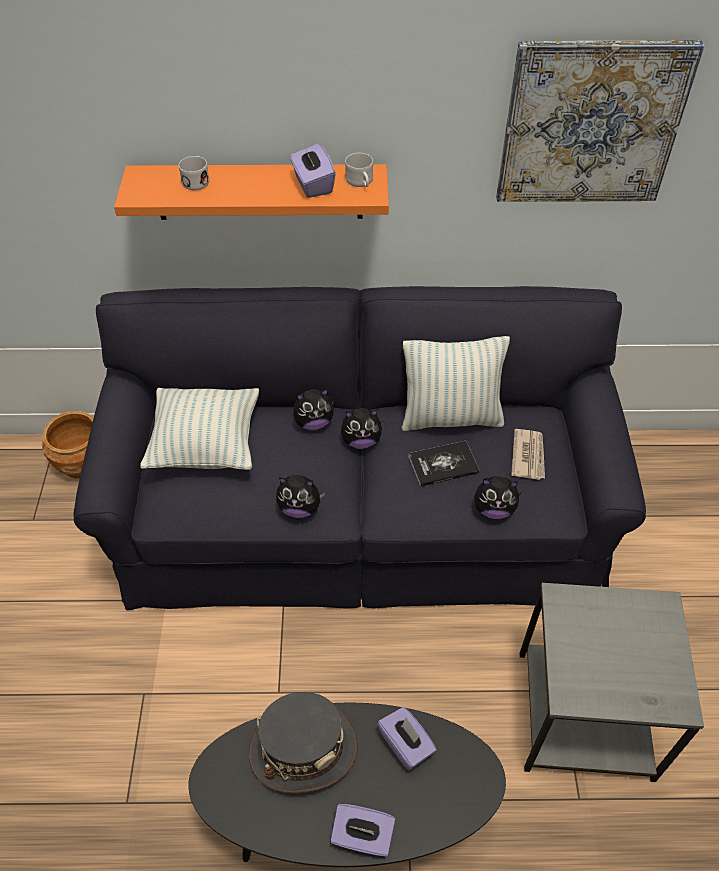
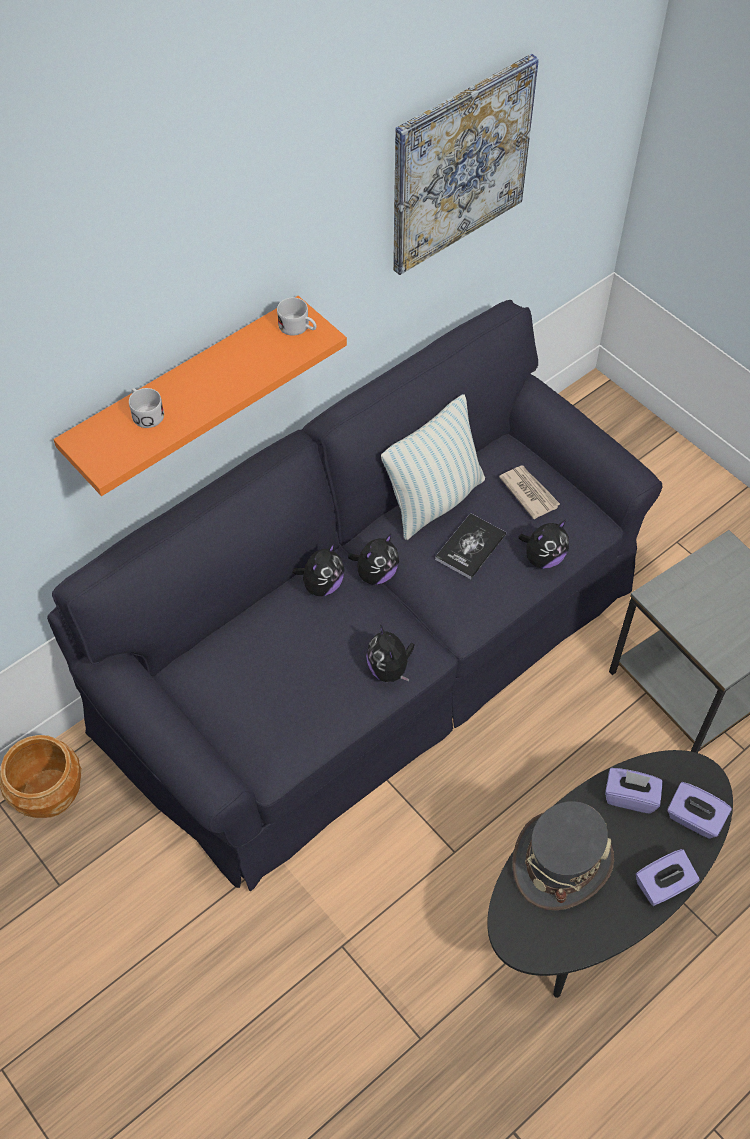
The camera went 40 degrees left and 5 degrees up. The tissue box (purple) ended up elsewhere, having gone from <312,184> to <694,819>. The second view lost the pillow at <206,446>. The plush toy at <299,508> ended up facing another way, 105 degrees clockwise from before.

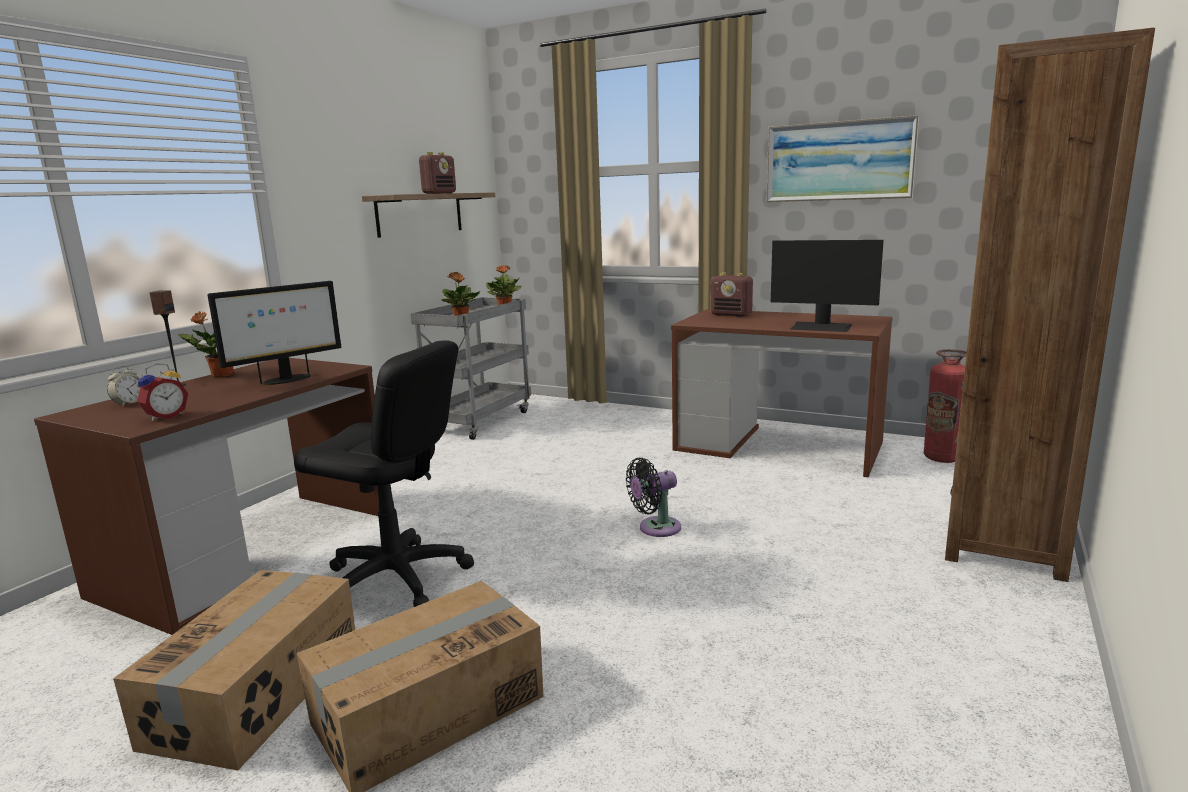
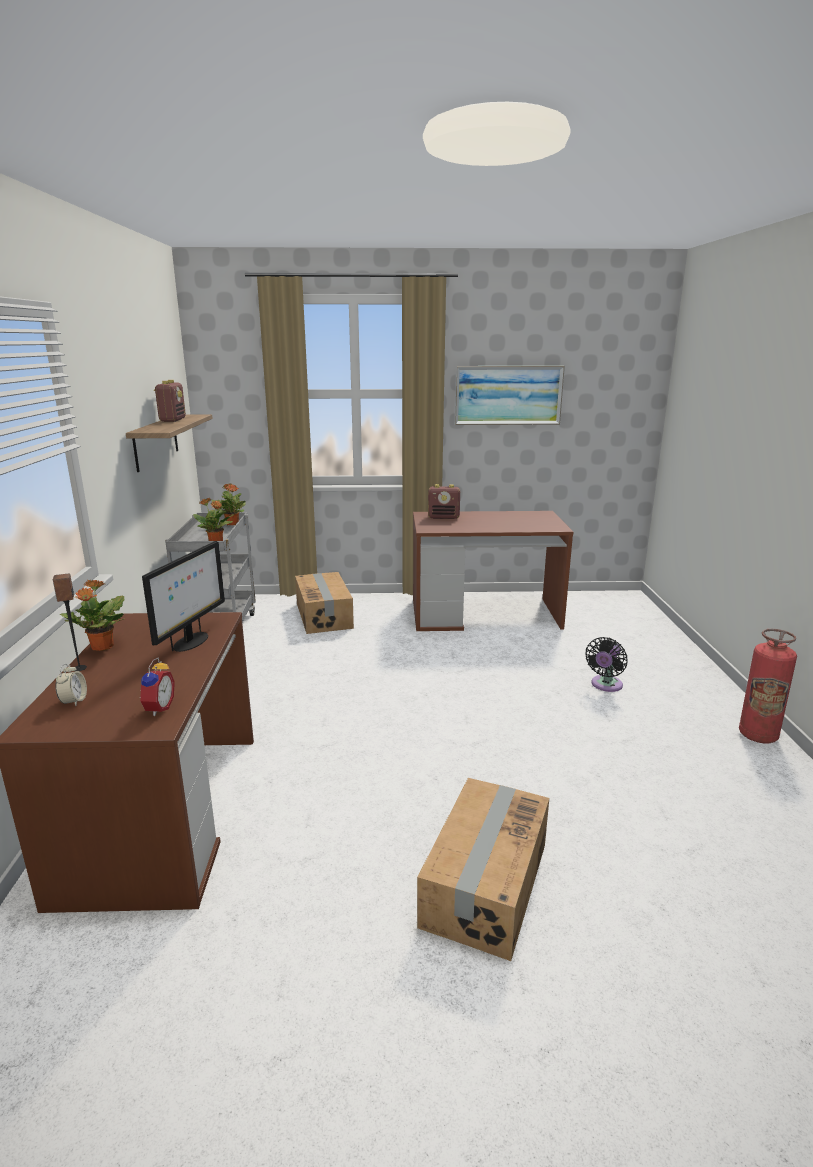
The camera went 30 degrees left and 5 degrees up. The second view lost the bookcase (brown) at <1003,543>. The second view lost the monitor at <821,327>. The second view lost the office chair (black) at <395,579>. The fire extinguisher ended up elsewhere, having gone from <942,458> to <758,735>. The fan (black) ended up elsewhere, having gone from <655,528> to <605,685>. The cardboard box ended up elsewhere, having gone from <258,691> to <324,615>.

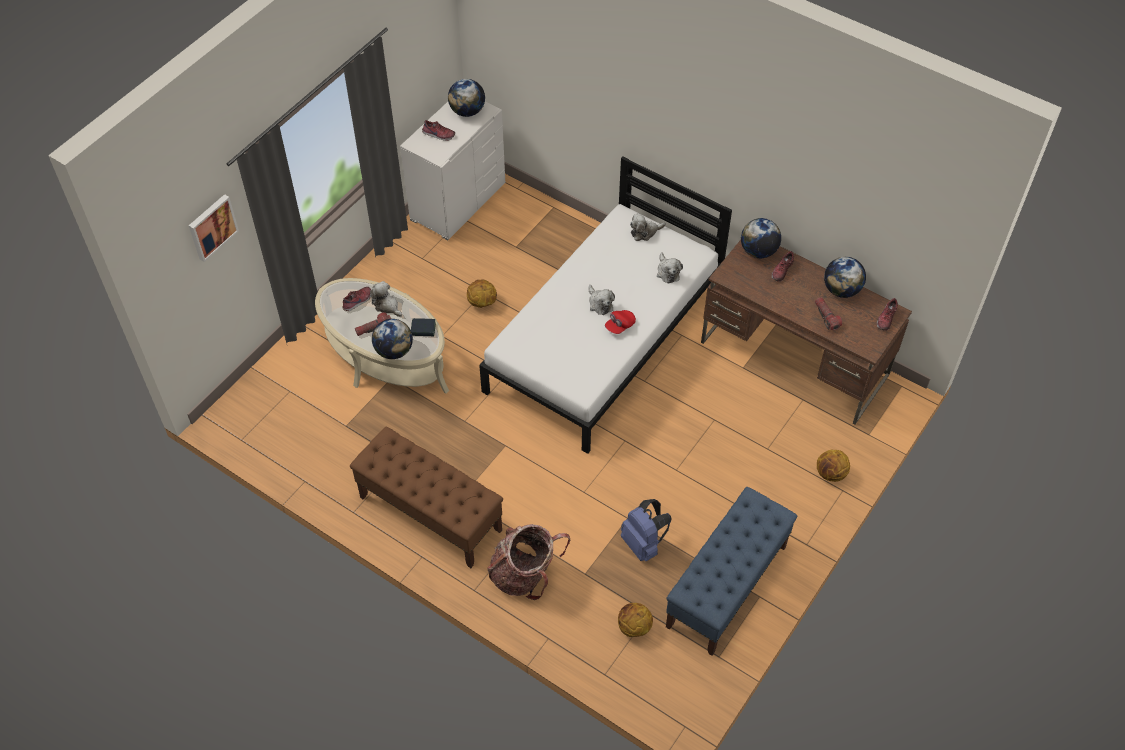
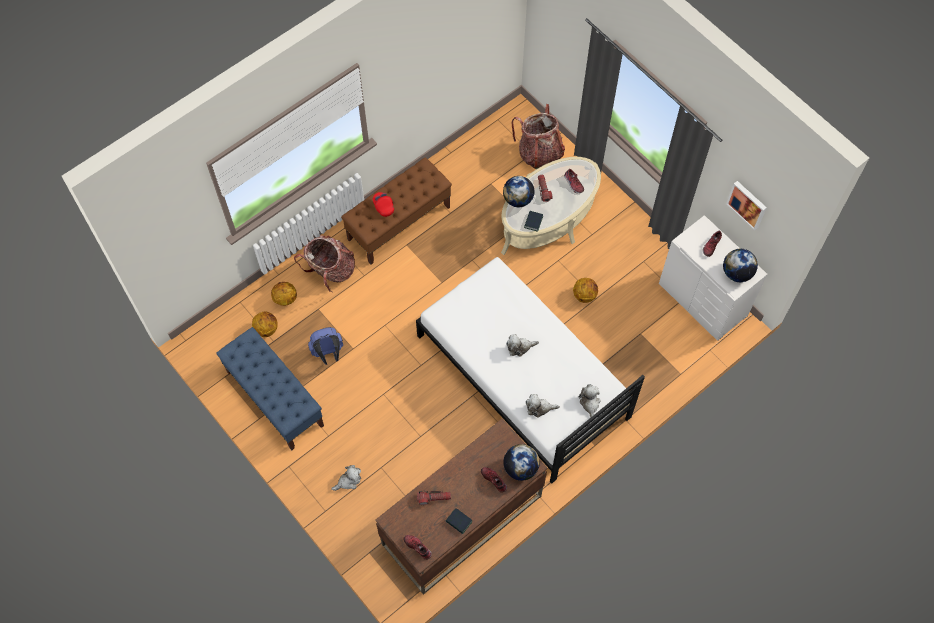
The camera went 105 degrees right and 10 degrees up. The picture ended up elsewhere, having gone from <212,226> to <747,204>. Where the globe stood at <841,290>, the book came to stand at <459,522>. The plush toy ended up elsewhere, having gone from <387,305> to <348,481>. The cap (red) ended up elsewhere, having gone from <620,326> to <383,206>. The basketball ended up elsewhere, having gone from <830,474> to <285,299>. The second view gained the backpack at <539,153>.

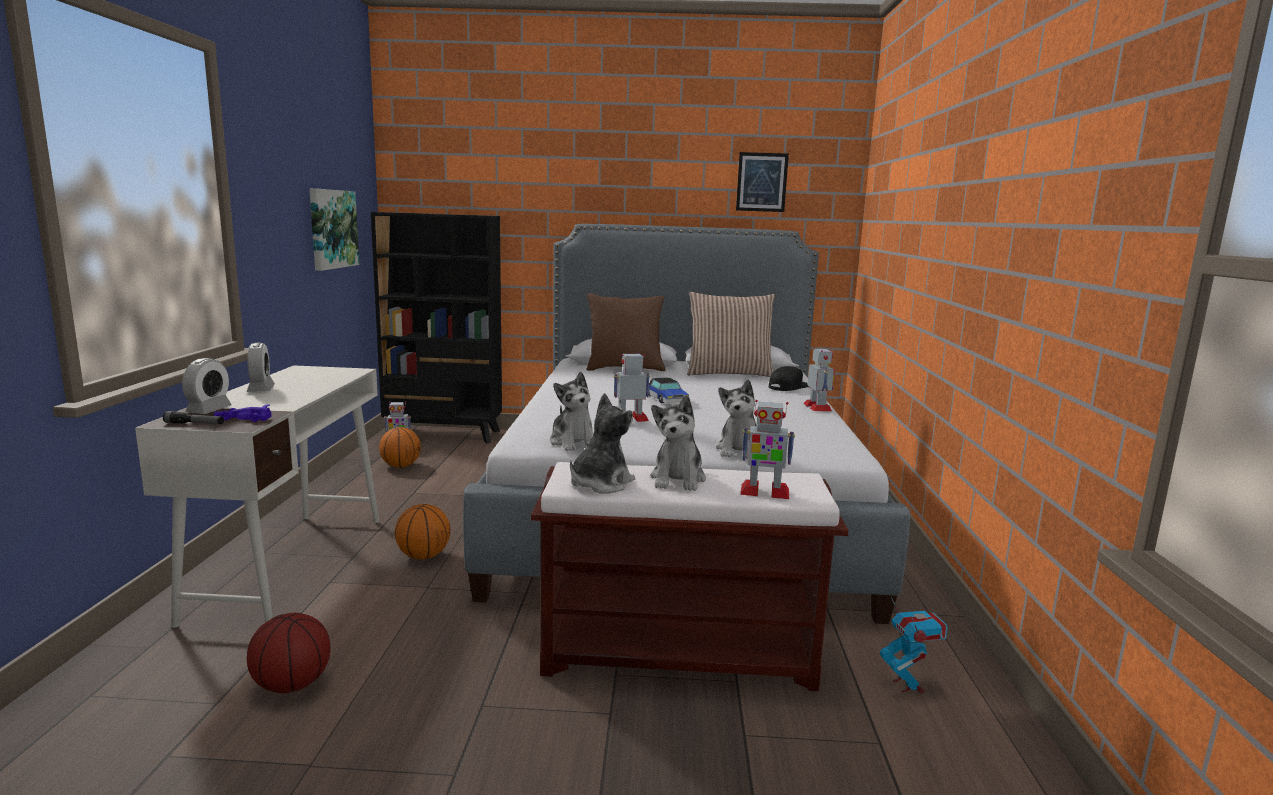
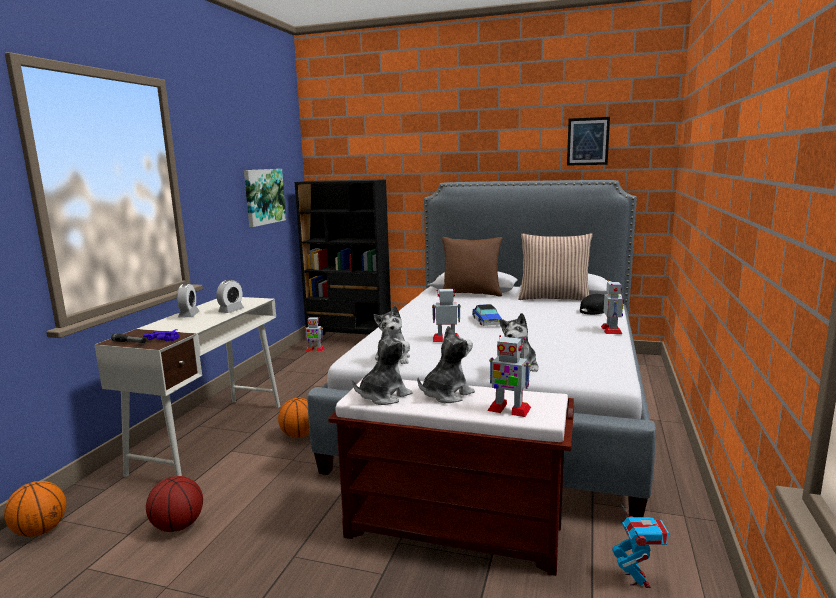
The camera went 15 degrees right and 0 degrees up. The alarm clock ended up elsewhere, having gone from <209,410> to <231,310>. The plush toy at <678,479> ended up facing another way, 150 degrees counterclockwise from before. The basketball ended up elsewhere, having gone from <401,466> to <41,531>.

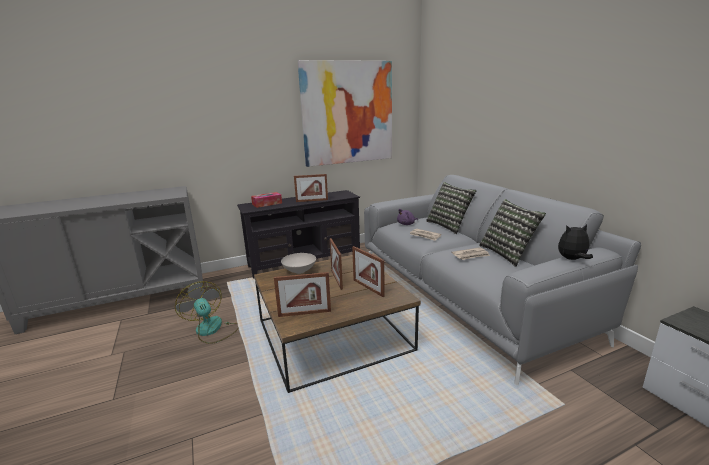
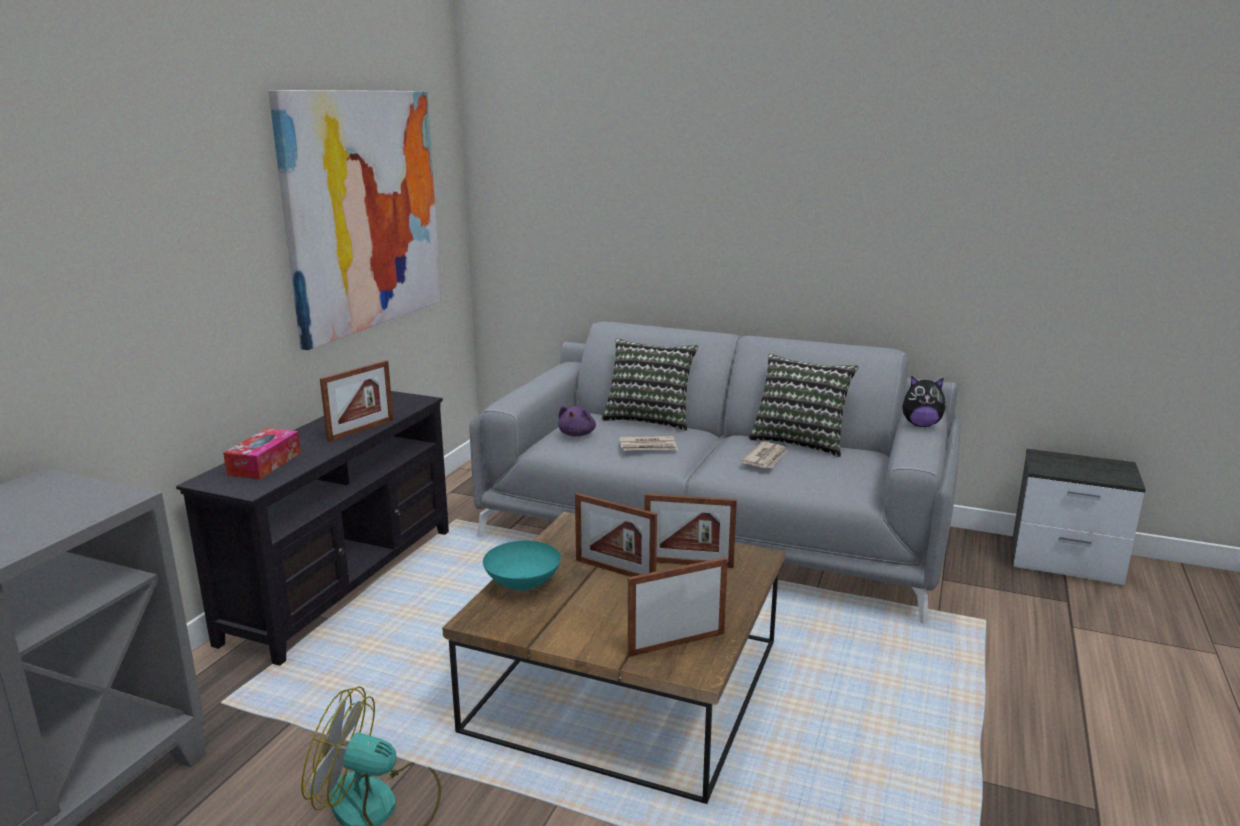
The camera went 45 degrees left and 0 degrees up. The plush toy at <572,259> ended up facing another way, 120 degrees counterclockwise from before. What was the bowl (white) at <299,271> turned into the bowl (turquoise) at <521,584>. The picture frame at <304,313> ended up facing another way, 150 degrees counterclockwise from before.

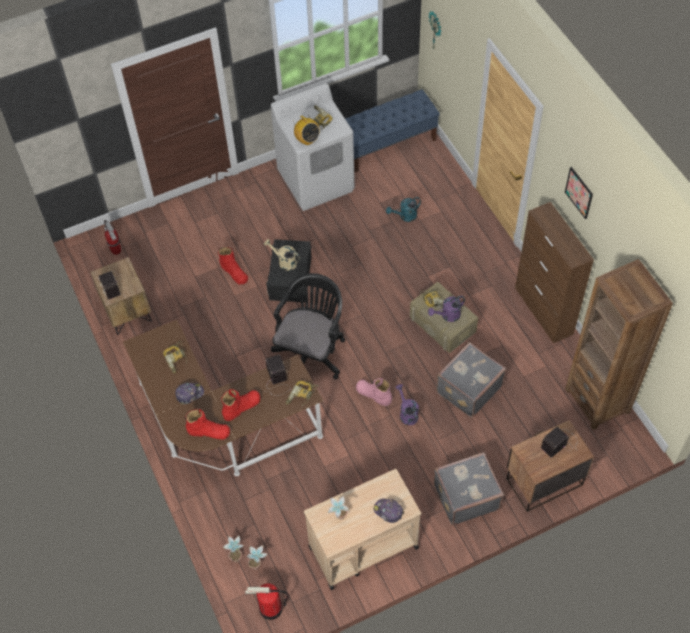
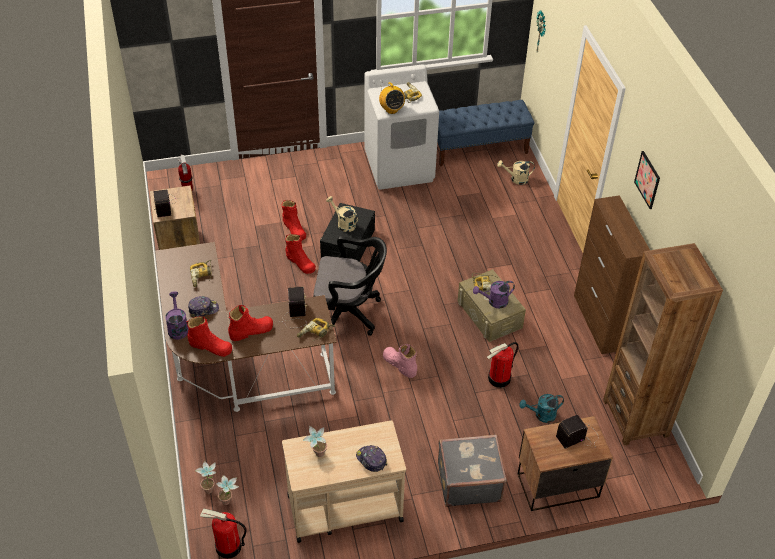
The camera went 10 degrees right and 10 degrees down. The watering can (turquoise) ended up elsewhere, having gone from <405,216> to <541,415>. The office chair (black) at <311,352> ended up facing another way, 60 degrees clockwise from before. Where the suitcase (grey) stood at <468,389>, the fire extinguisher came to stand at <499,379>. The watering can (purple) ended up elsewhere, having gone from <407,413> to <177,327>. The second view gained the watering can (beige) at <516,179>. The second view gained the boot (red) at <300,262>.

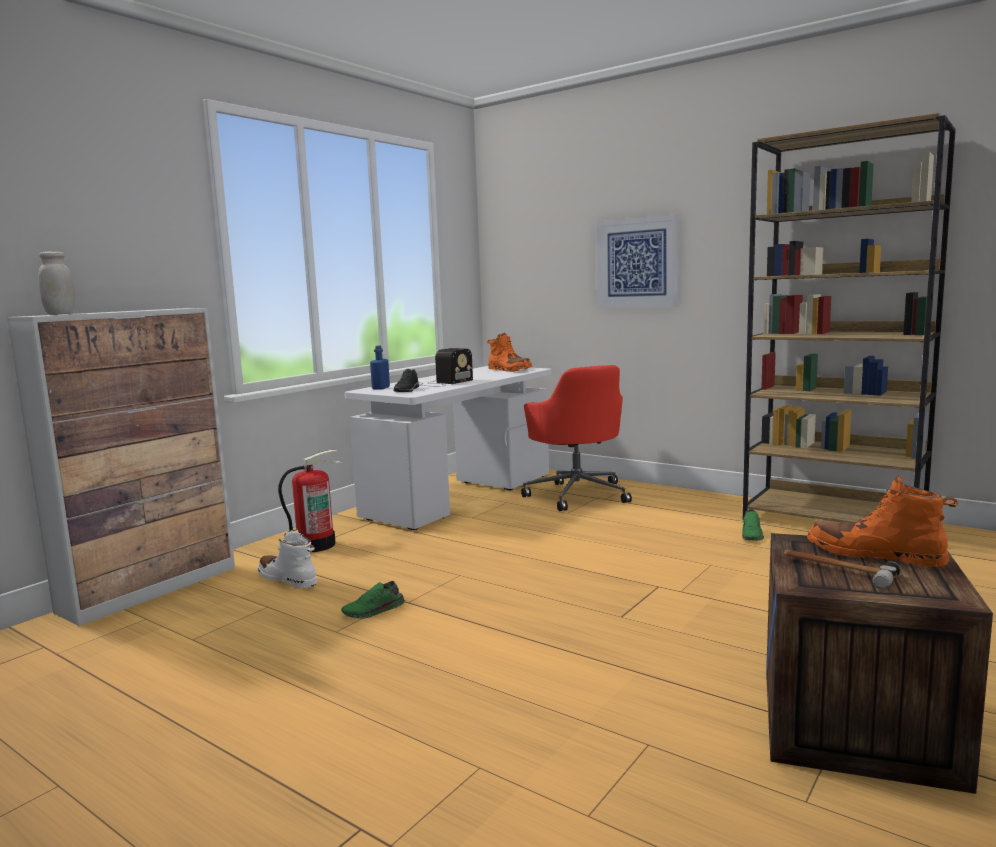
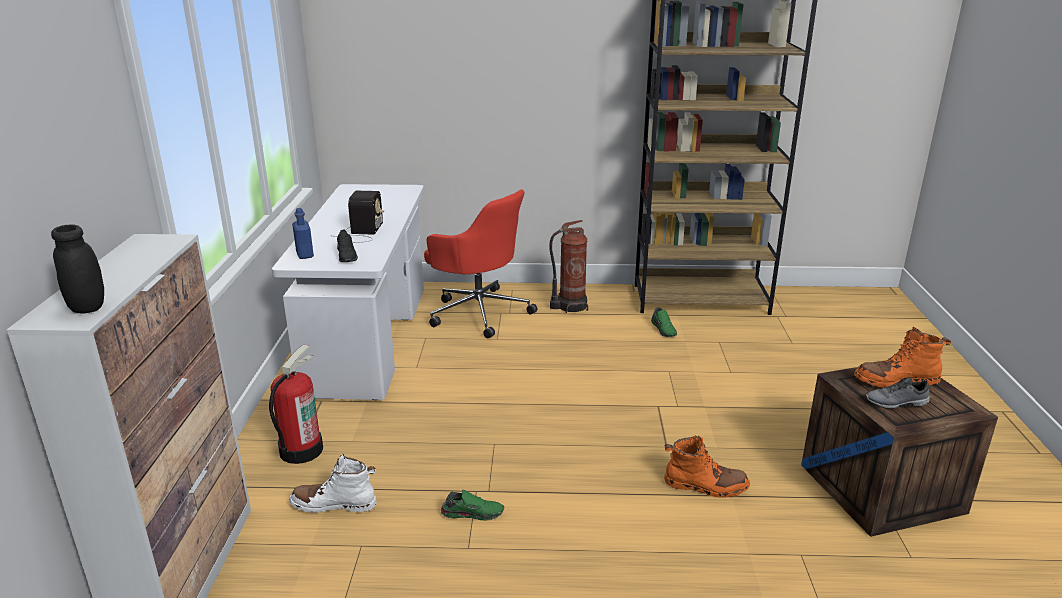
The camera went 35 degrees left and 15 degrees up. The second view lost the picture at <637,263>. What was the jar (white) at <60,314> turned into the jar (black) at <87,307>. The boot (orange) ended up elsewhere, having gone from <509,370> to <705,486>. Where the hammer stood at <837,571>, the shoe (grey) came to stand at <896,403>. The shoe (green) at <374,611> ended up facing another way, 120 degrees counterclockwise from before. The second view gained the fire extinguisher at <570,306>.

